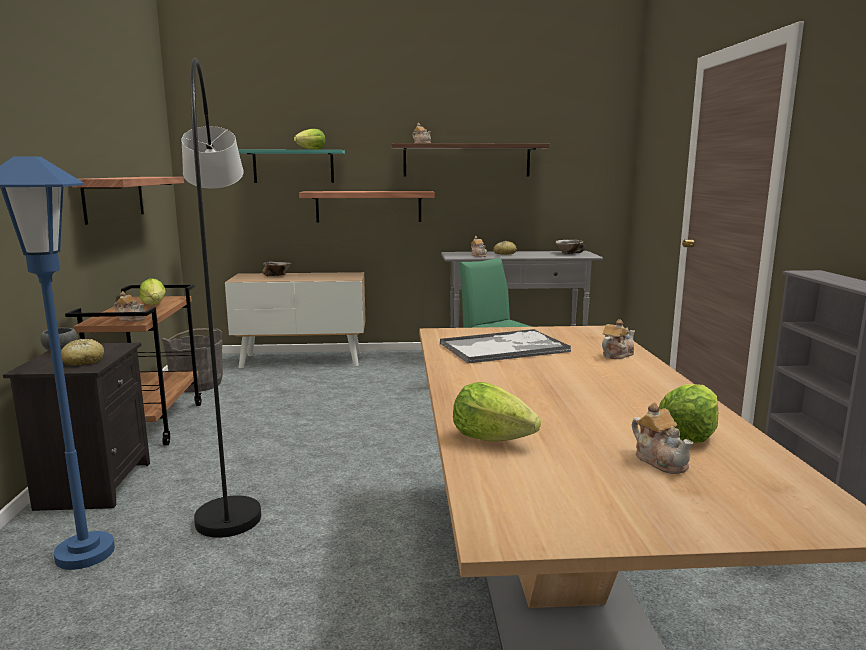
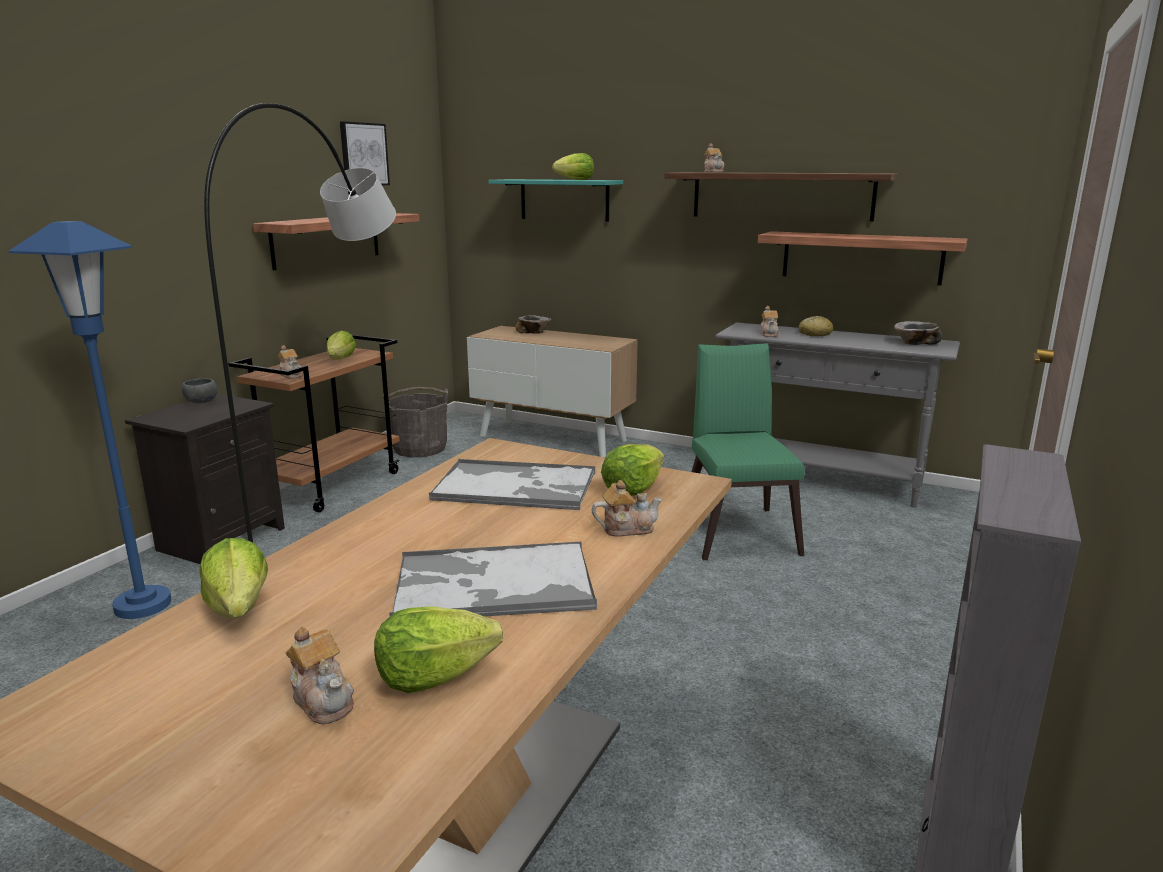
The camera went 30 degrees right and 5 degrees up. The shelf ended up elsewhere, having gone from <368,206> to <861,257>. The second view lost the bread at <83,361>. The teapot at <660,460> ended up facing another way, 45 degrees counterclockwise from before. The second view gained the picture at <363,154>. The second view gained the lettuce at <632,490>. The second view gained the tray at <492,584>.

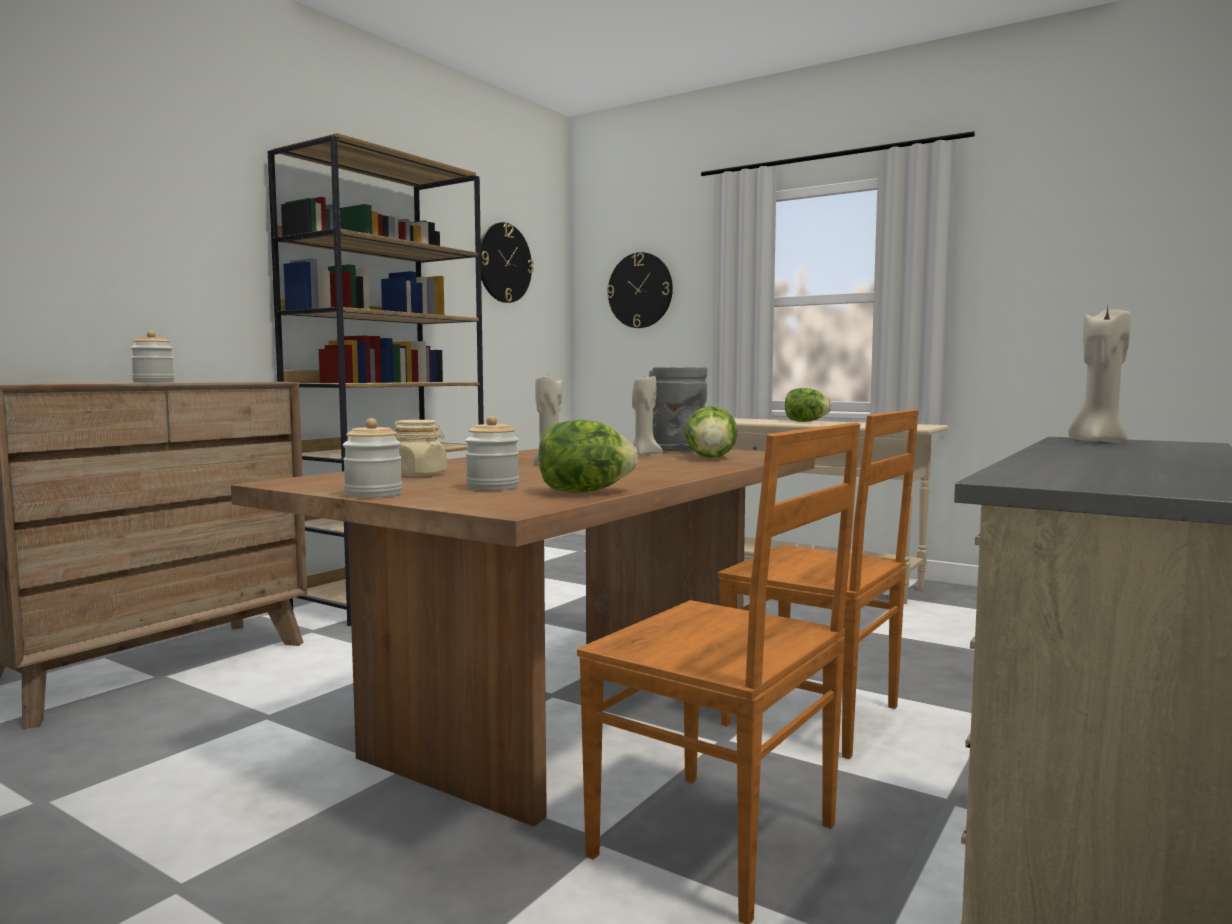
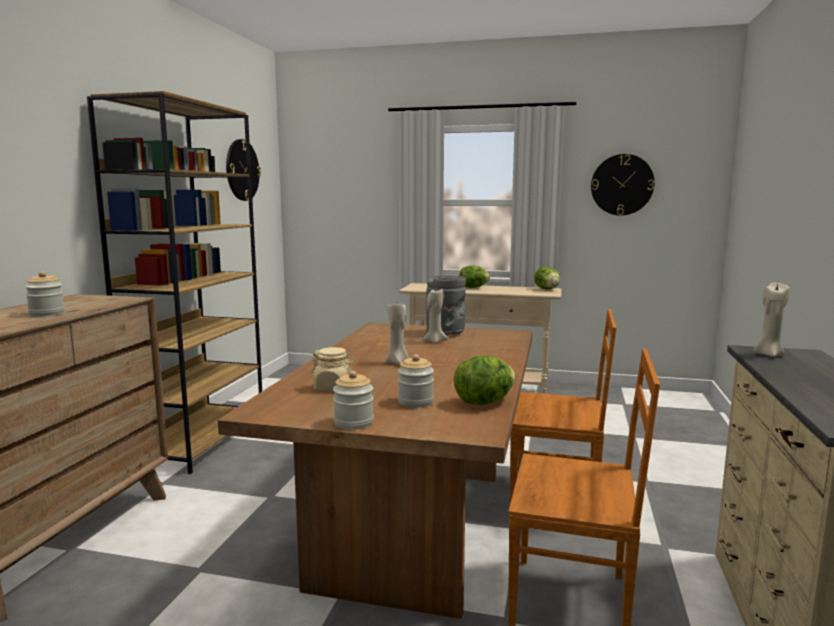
The camera went 20 degrees left and 5 degrees up. The wall clock ended up elsewhere, having gone from <640,290> to <622,185>. The lettuce ended up elsewhere, having gone from <711,458> to <547,289>.

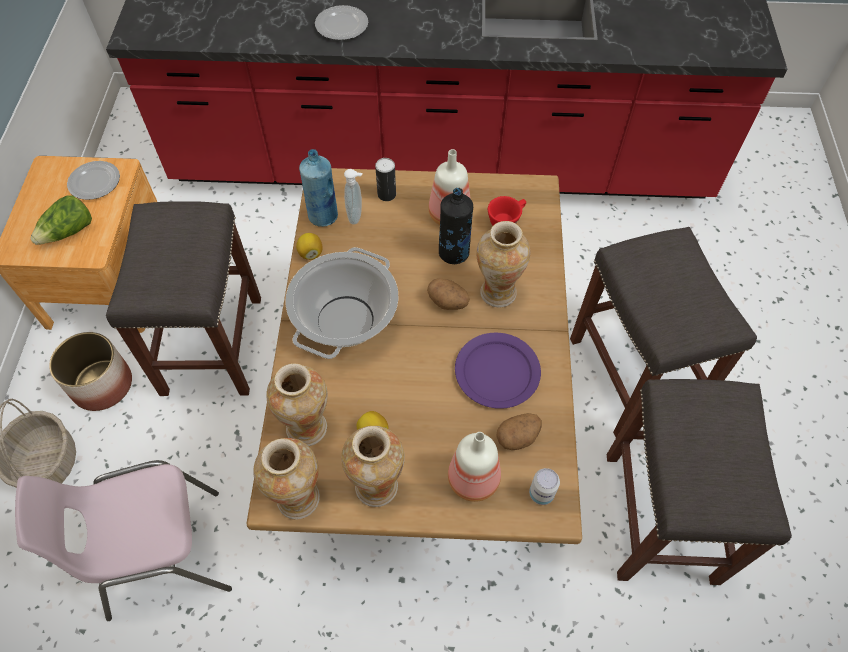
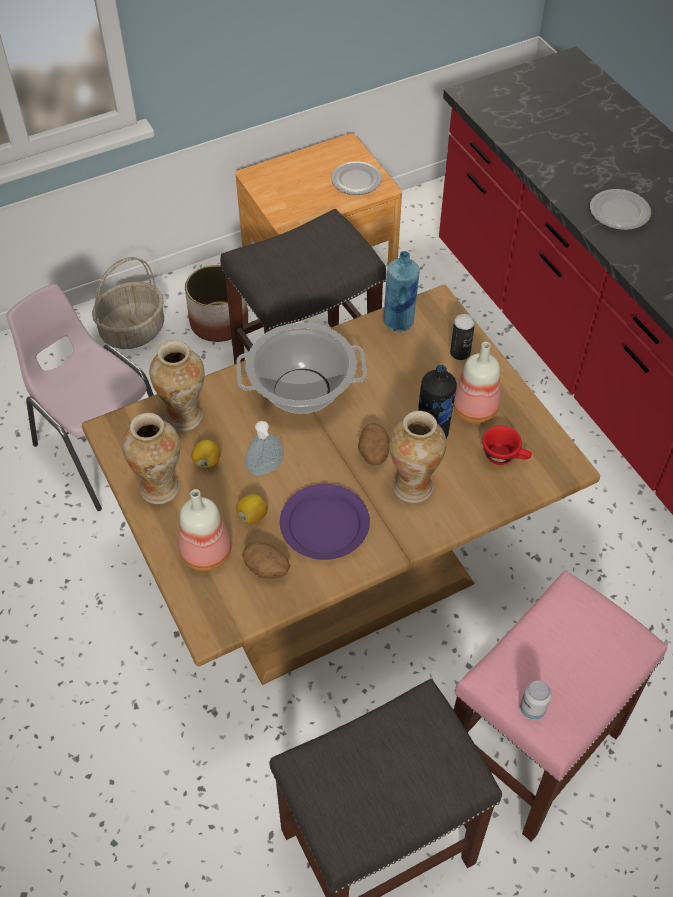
The camera went 60 degrees right and 5 degrees down. The soap dispenser ended up elsewhere, having gone from <356,216> to <266,470>. The second view lost the lettuce at <69,232>. What was the stool (grey) at <634,377> turned into the stool (pink) at <531,750>. The lemon ended up elsewhere, having gone from <310,253> to <252,516>. The second view lost the vase at <298,497>. The can ended up elsewhere, having gone from <541,493> to <532,709>.

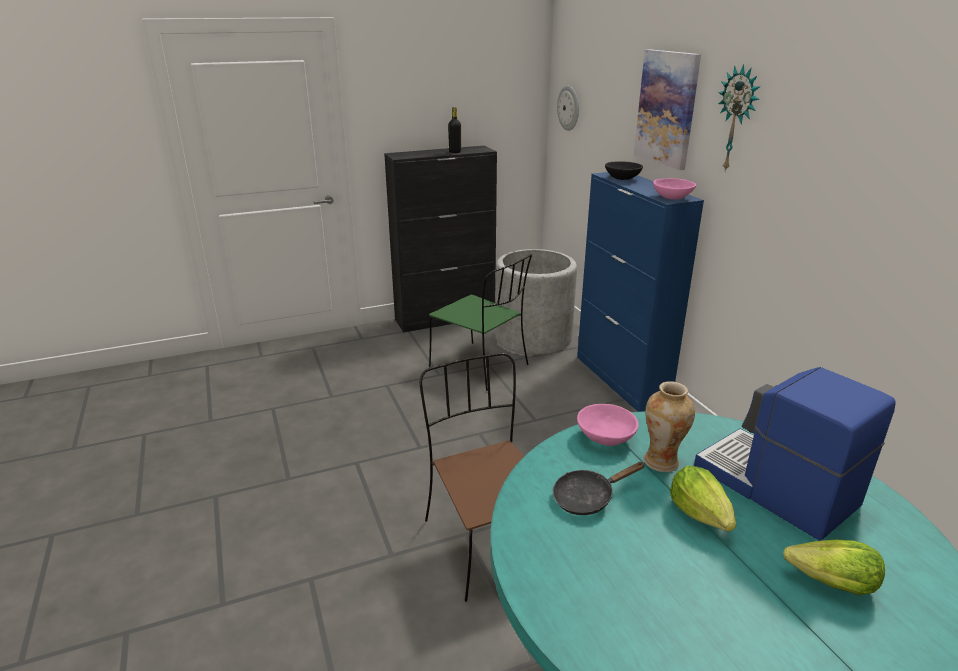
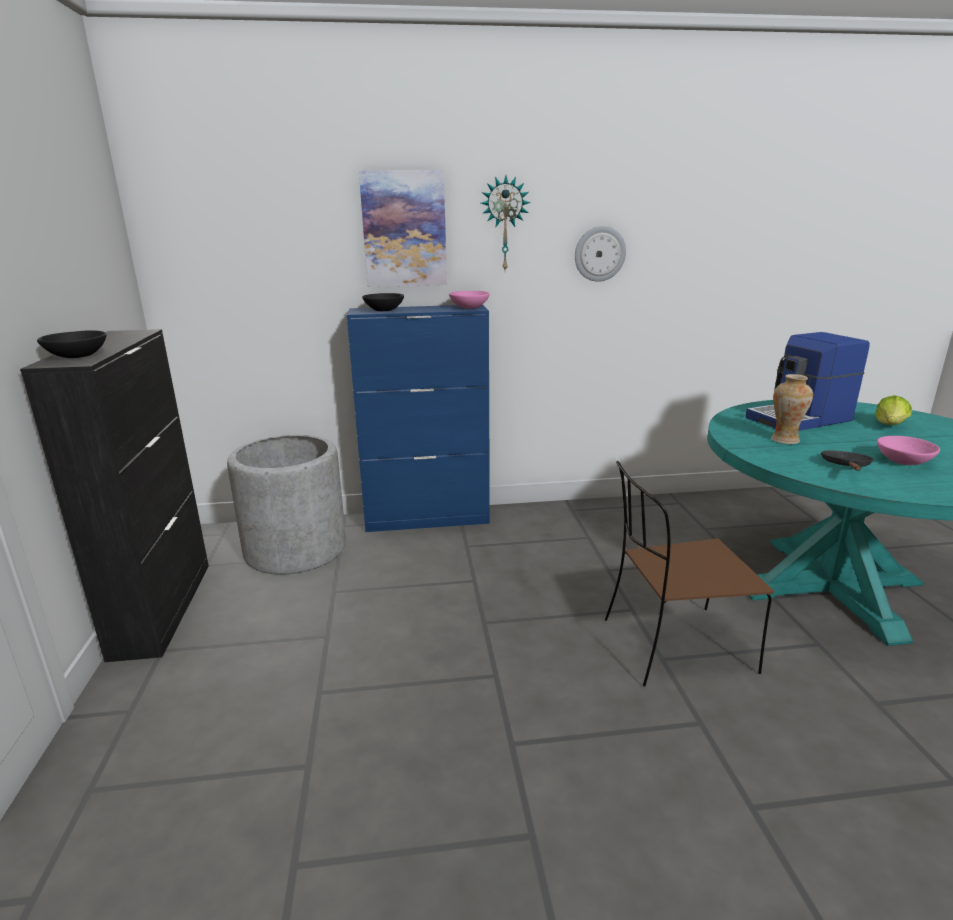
The camera went 75 degrees left and 5 degrees down. The wall clock ended up elsewhere, having gone from <569,108> to <599,254>. The second view lost the bottle (black) at <455,152>. The second view lost the chair (green) at <481,367>. The bowl (pink) ended up elsewhere, having gone from <605,437> to <904,461>. The frying pan (black) at <588,497> ended up facing another way, 150 degrees counterclockwise from before. The second view lost the lettuce at <701,514>. The second view gained the bowl (black) at <77,356>.

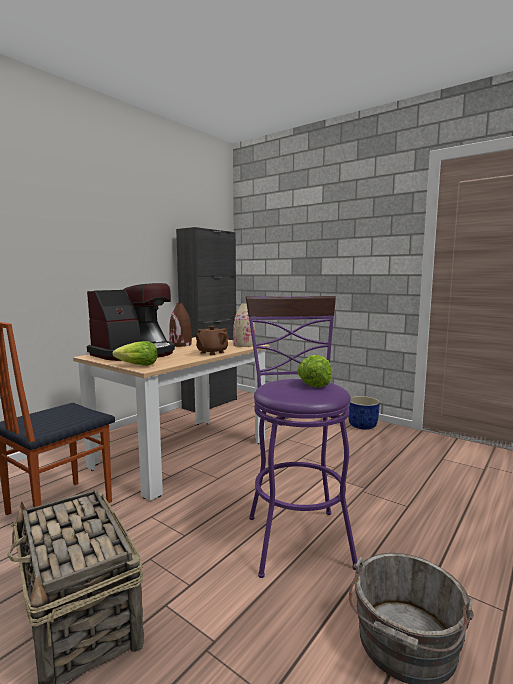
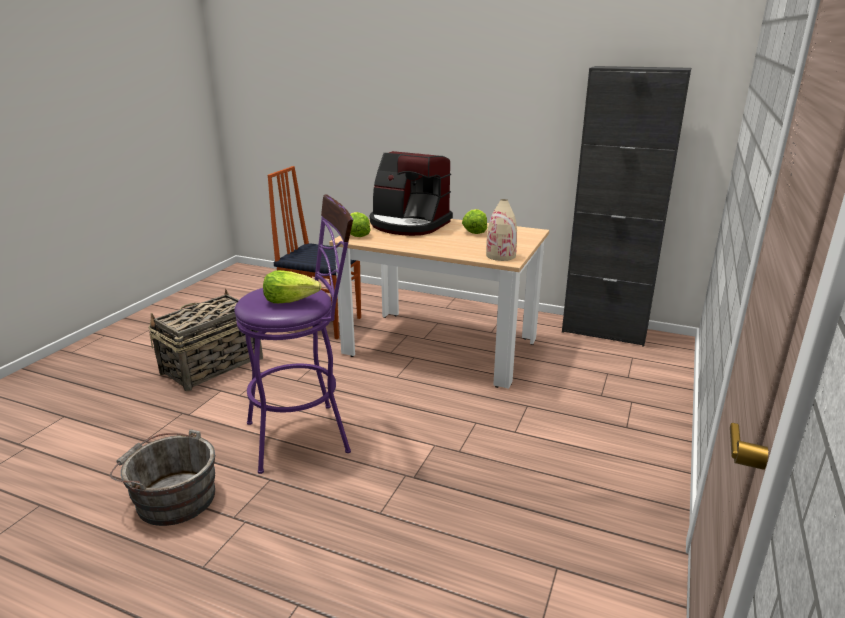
The camera went 75 degrees right and 15 degrees up. Where the vase (brown) stood at <180,344>, the lettuce came to stand at <474,231>. The second view lost the teapot (brown) at <212,352>. The second view lost the planter (blue) at <362,426>.

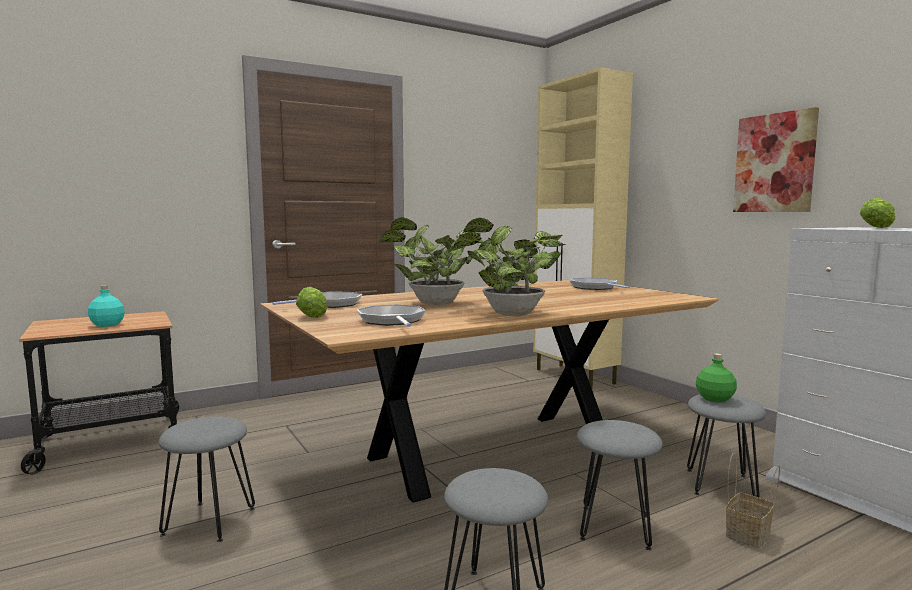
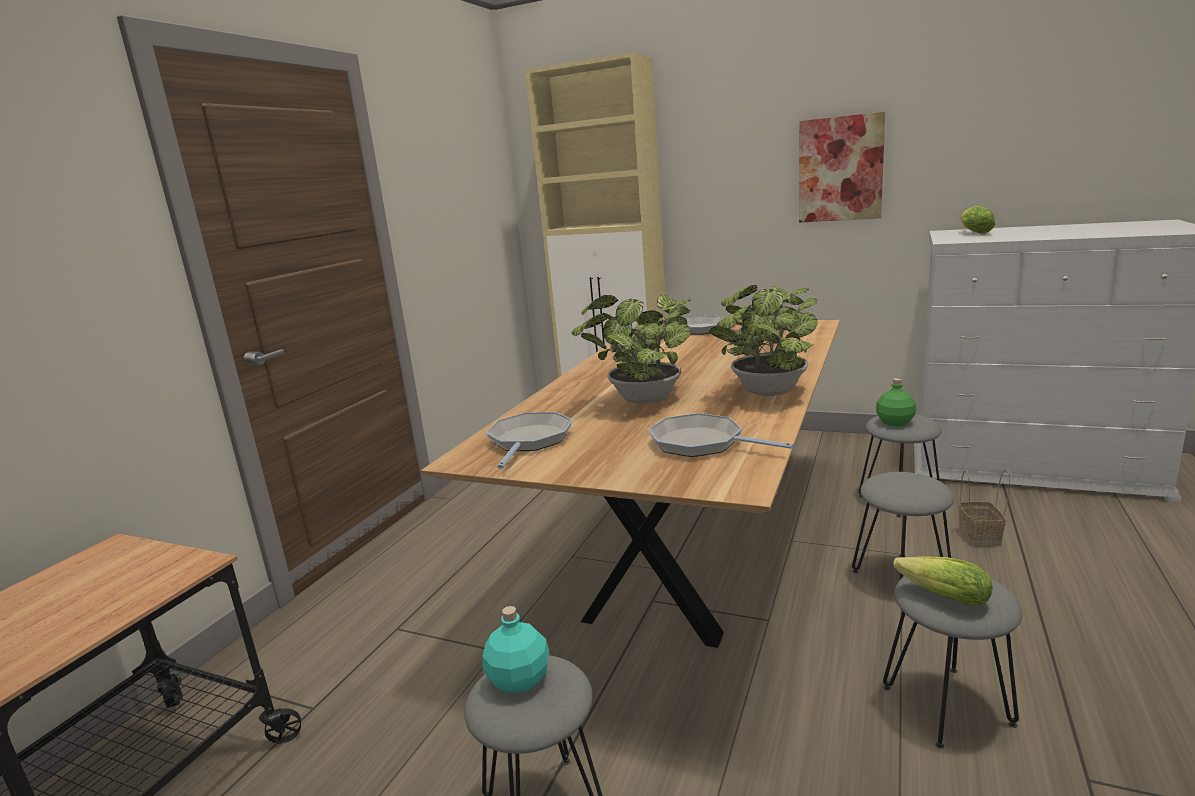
The camera went 35 degrees left and 10 degrees up. The bottle (turquoise) ended up elsewhere, having gone from <107,325> to <519,679>. The lettuce ended up elsewhere, having gone from <313,315> to <938,595>.

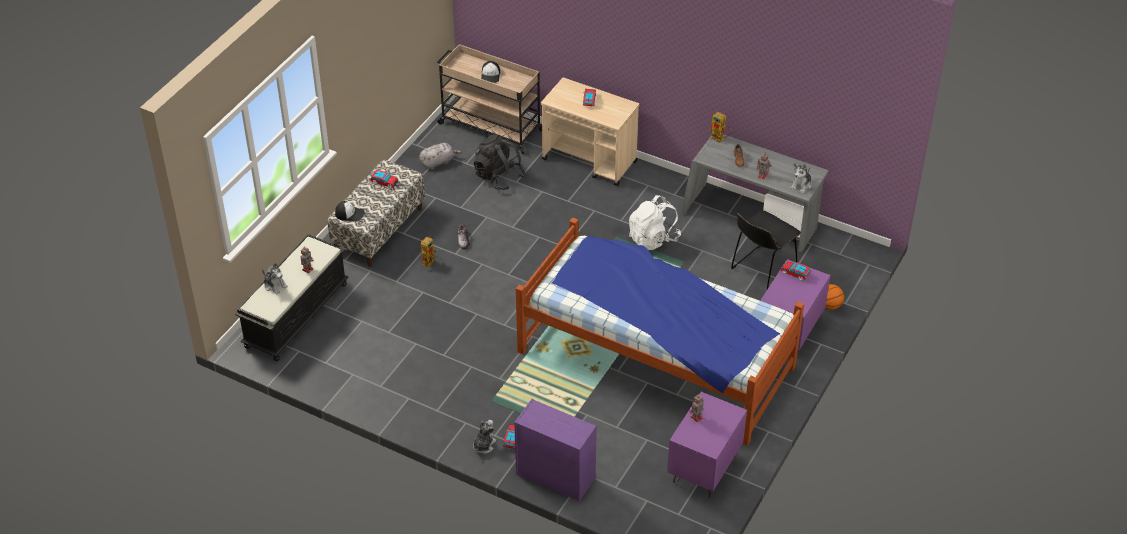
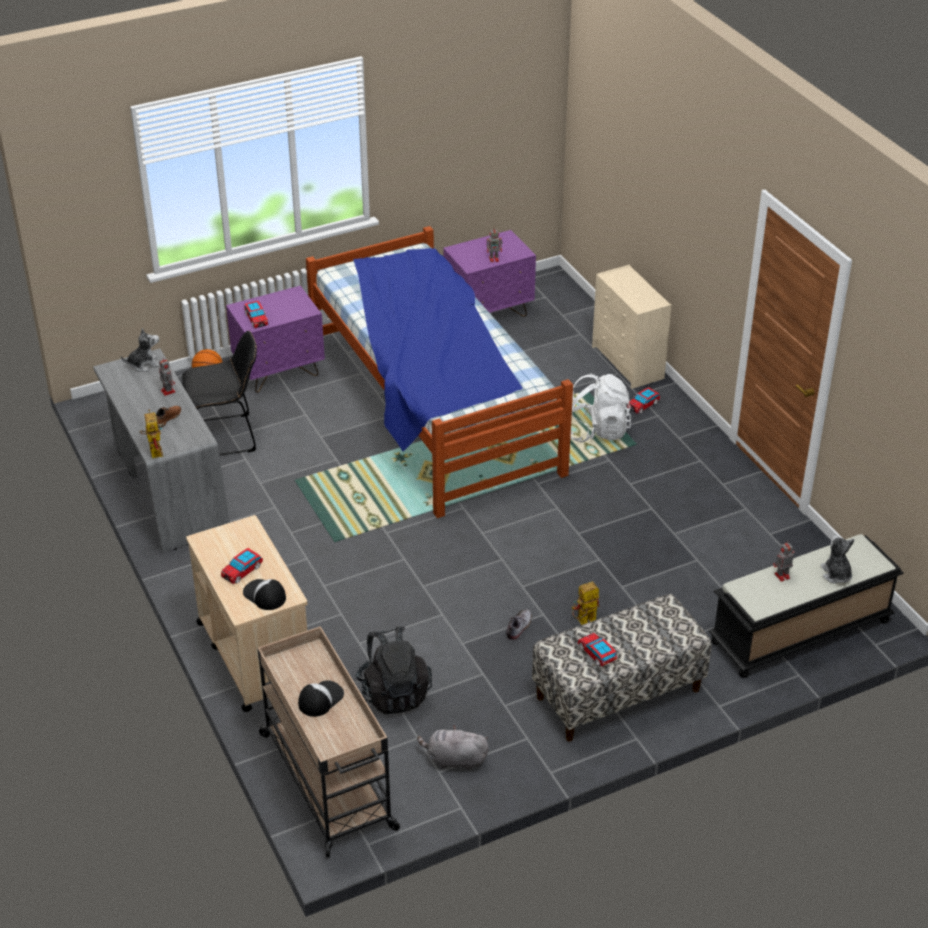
The camera went 145 degrees left and 5 degrees down. The backpack (white) ended up elsewhere, having gone from <653,239> to <596,431>. The cap ended up elsewhere, having gone from <350,214> to <264,595>. What was the dresser (purple) at <554,475> turned into the dresser (beige) at <628,363>. The second view lost the plush toy at <483,445>.

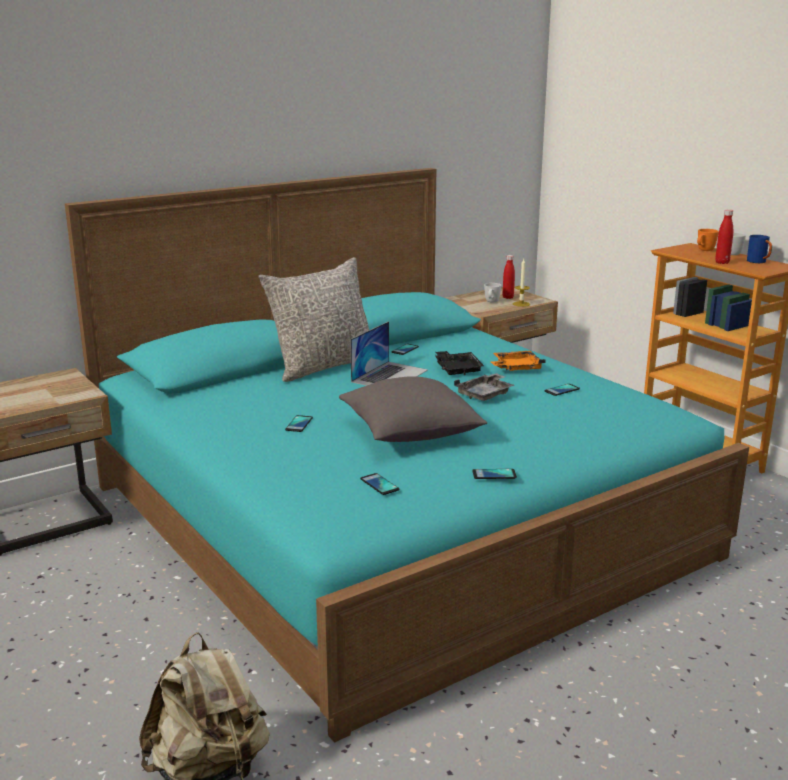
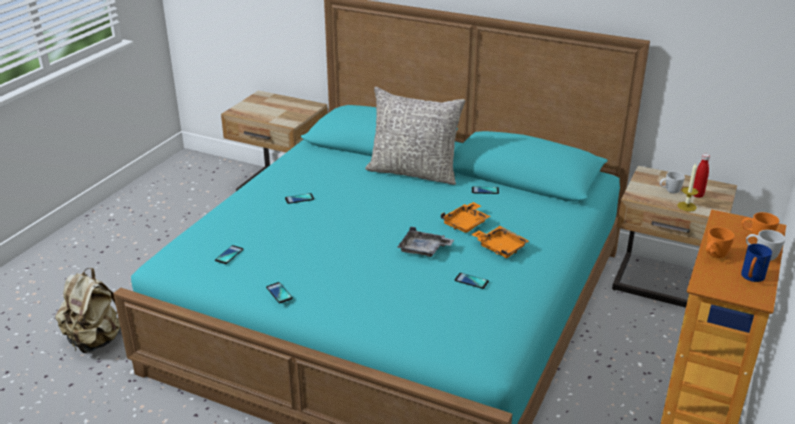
The camera went 60 degrees right and 10 degrees up. Where the bottle (red) stood at <722,262>, the mug (orange) came to stand at <713,256>. The second view lost the laptop at <390,376>. What was the tray (black) at <457,369> turned into the tray (orange) at <466,223>. The second view lost the pillow (grey) at <410,433>.

